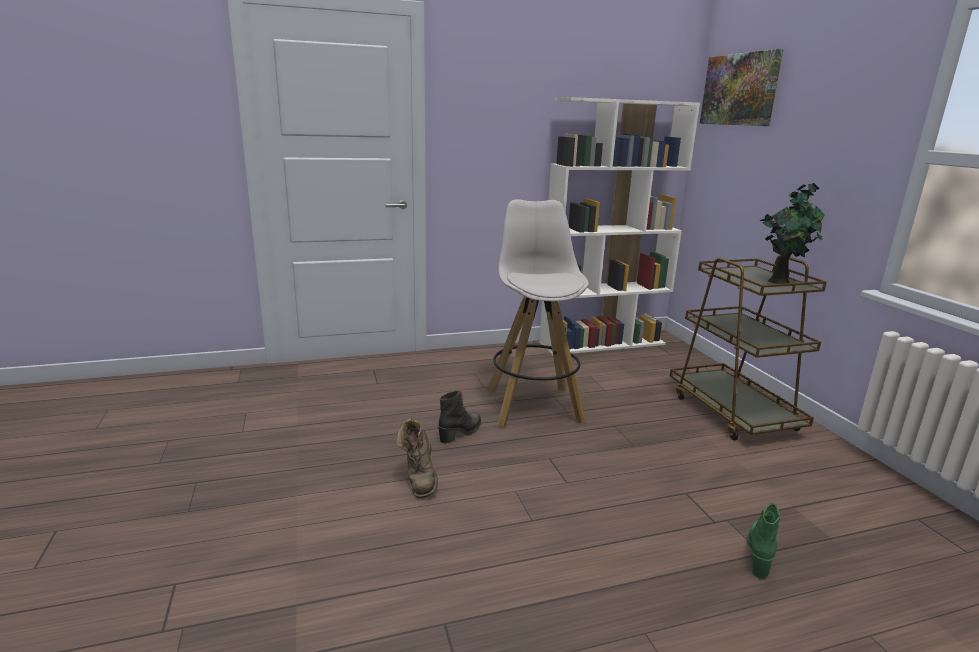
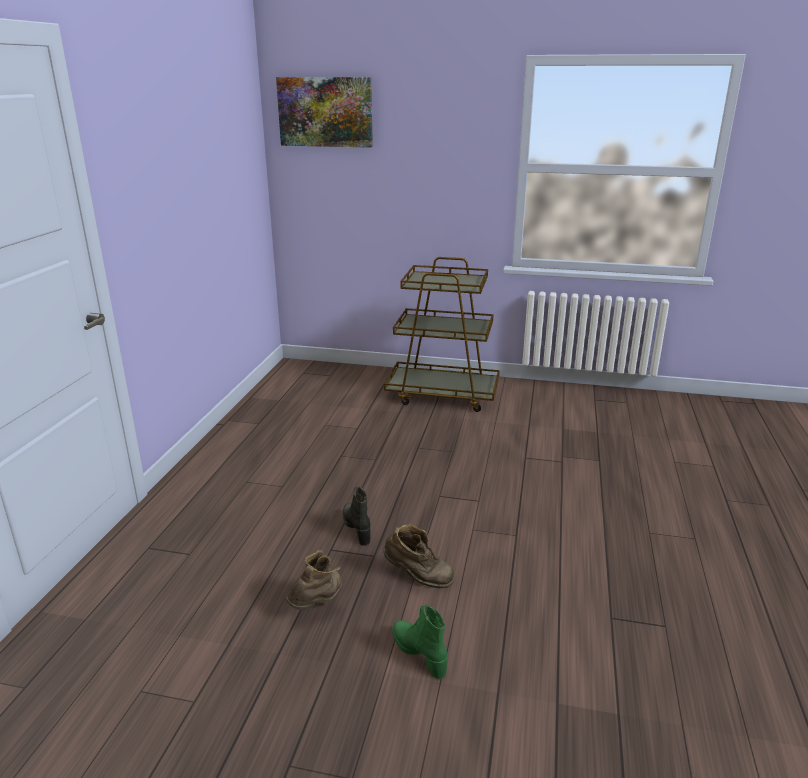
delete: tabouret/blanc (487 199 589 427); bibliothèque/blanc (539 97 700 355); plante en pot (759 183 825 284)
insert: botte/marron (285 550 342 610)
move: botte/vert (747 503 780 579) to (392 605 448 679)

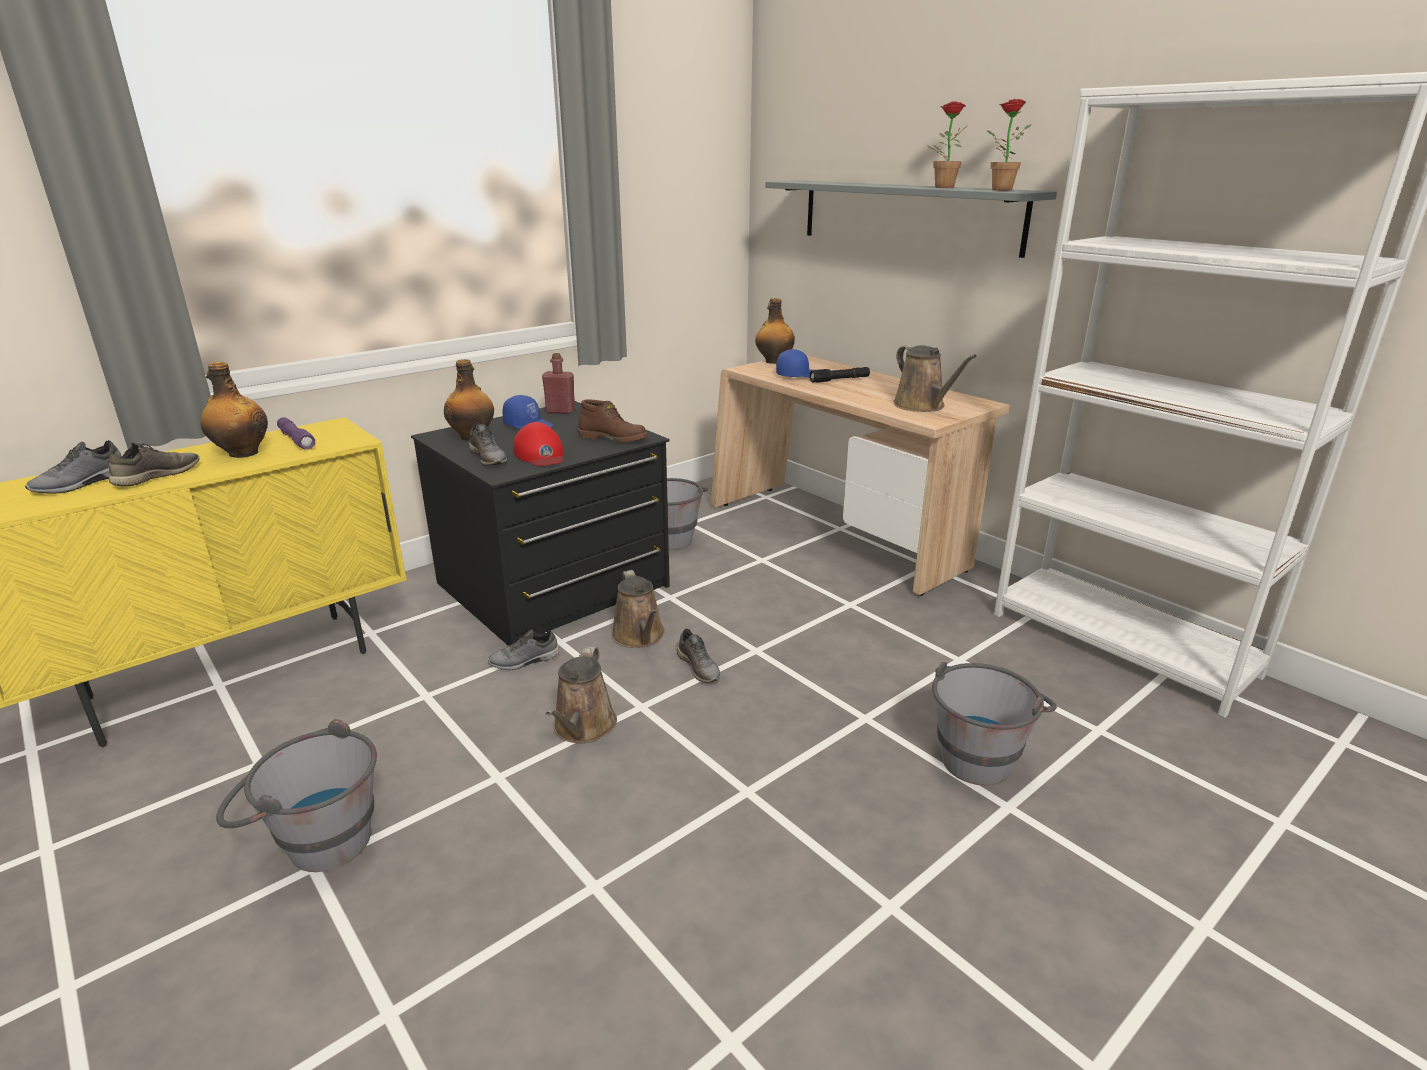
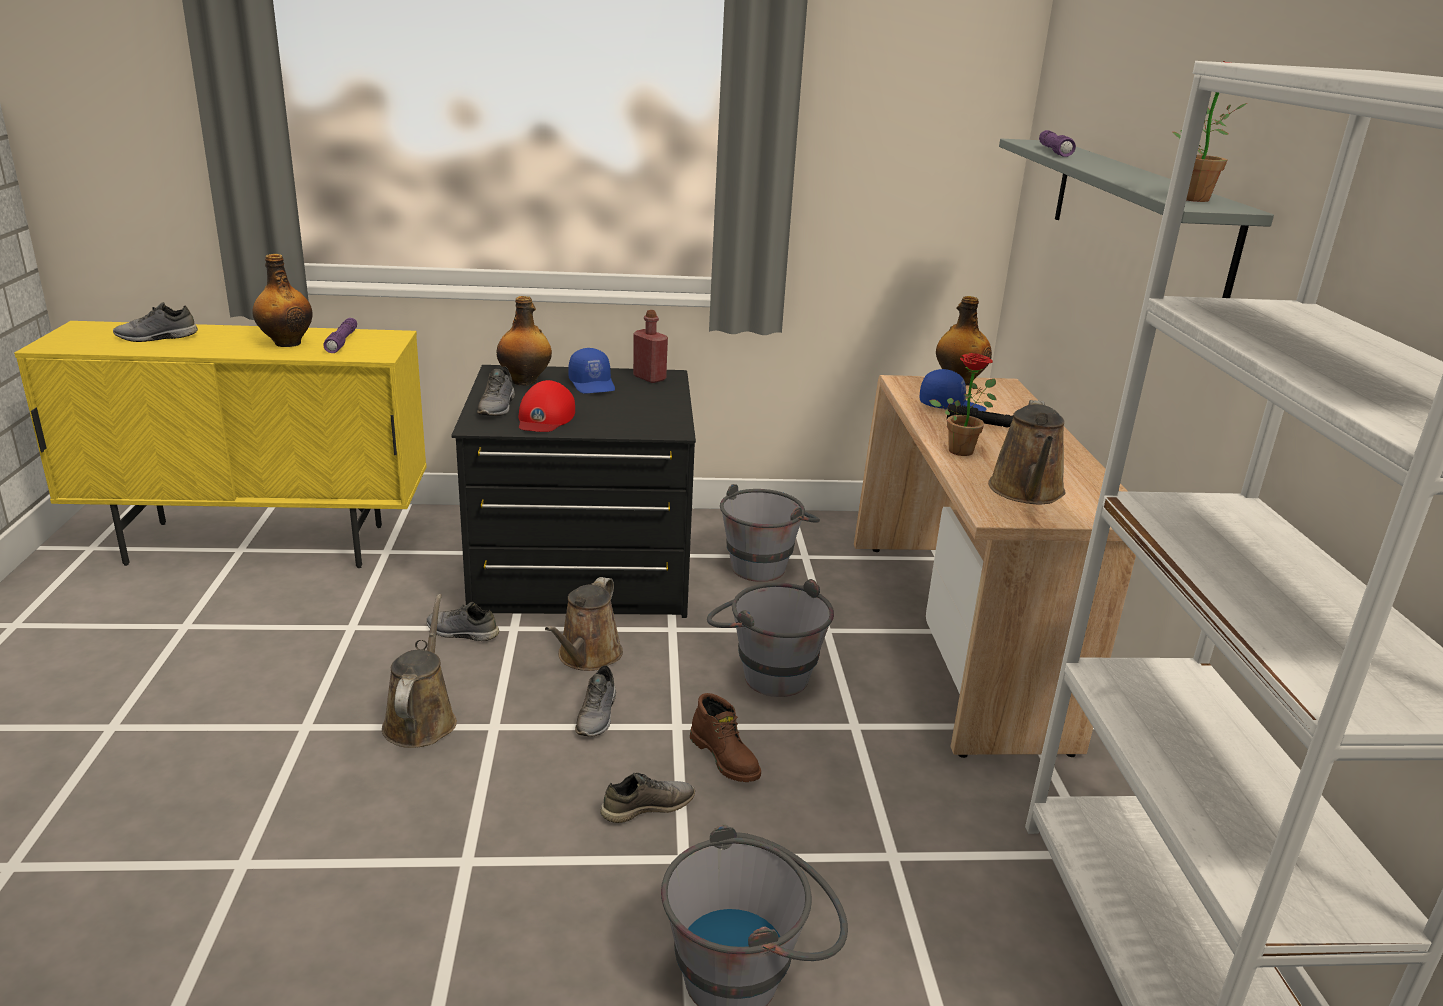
insert: lampe de poche/violet (1039 130 1076 157)
move: chaussure/gris (108 442 200 486) to (600 773 695 823); seau/gris (216 719 377 872) to (707 579 834 697); botte/marron (578 400 648 442) to (690 693 761 782); plante en pot (927 101 967 188) to (929 353 996 456)
rotate: arrosoir/marron (546 647 617 743) = (382 594 457 748) 135 degrees clockwise

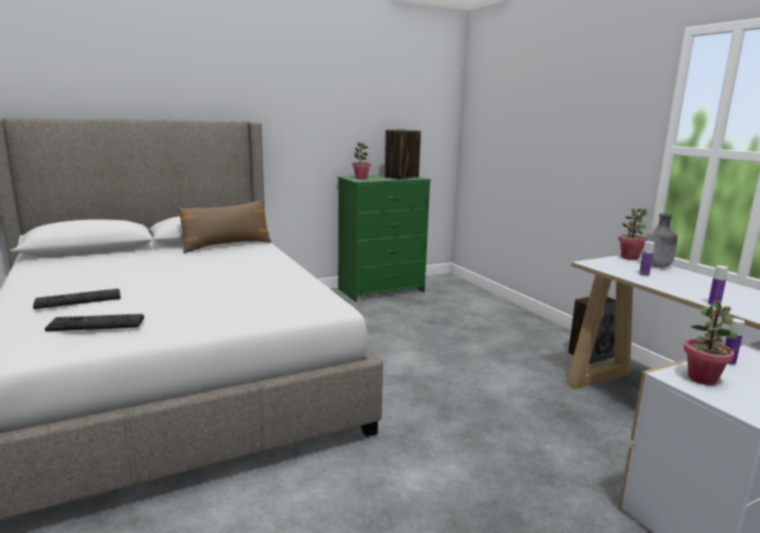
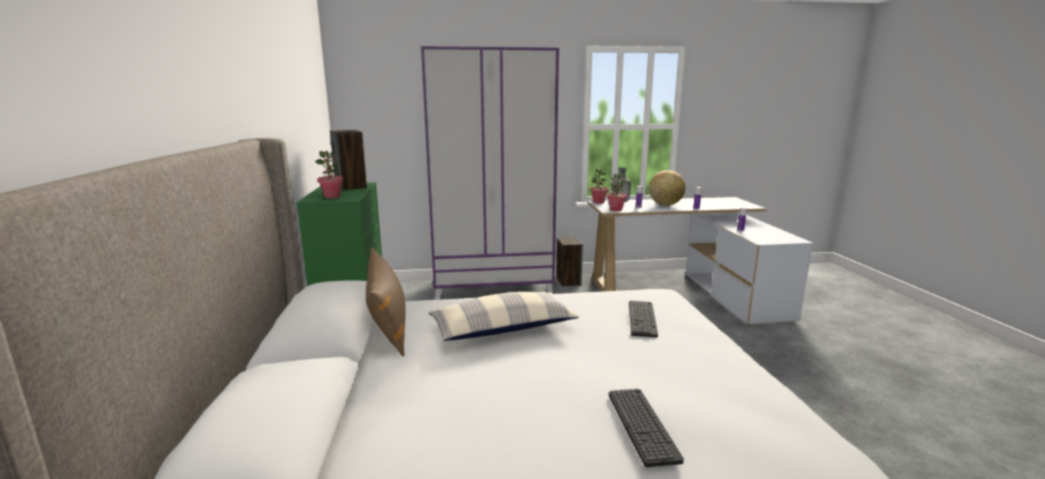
insert: armoire/violet (421 46 559 300); coussin (428 292 579 341); globe (649 170 685 206)
move: clavier (45 314 144 331) to (629 301 658 338); plante en pot (684 303 738 385) to (607 174 627 211)

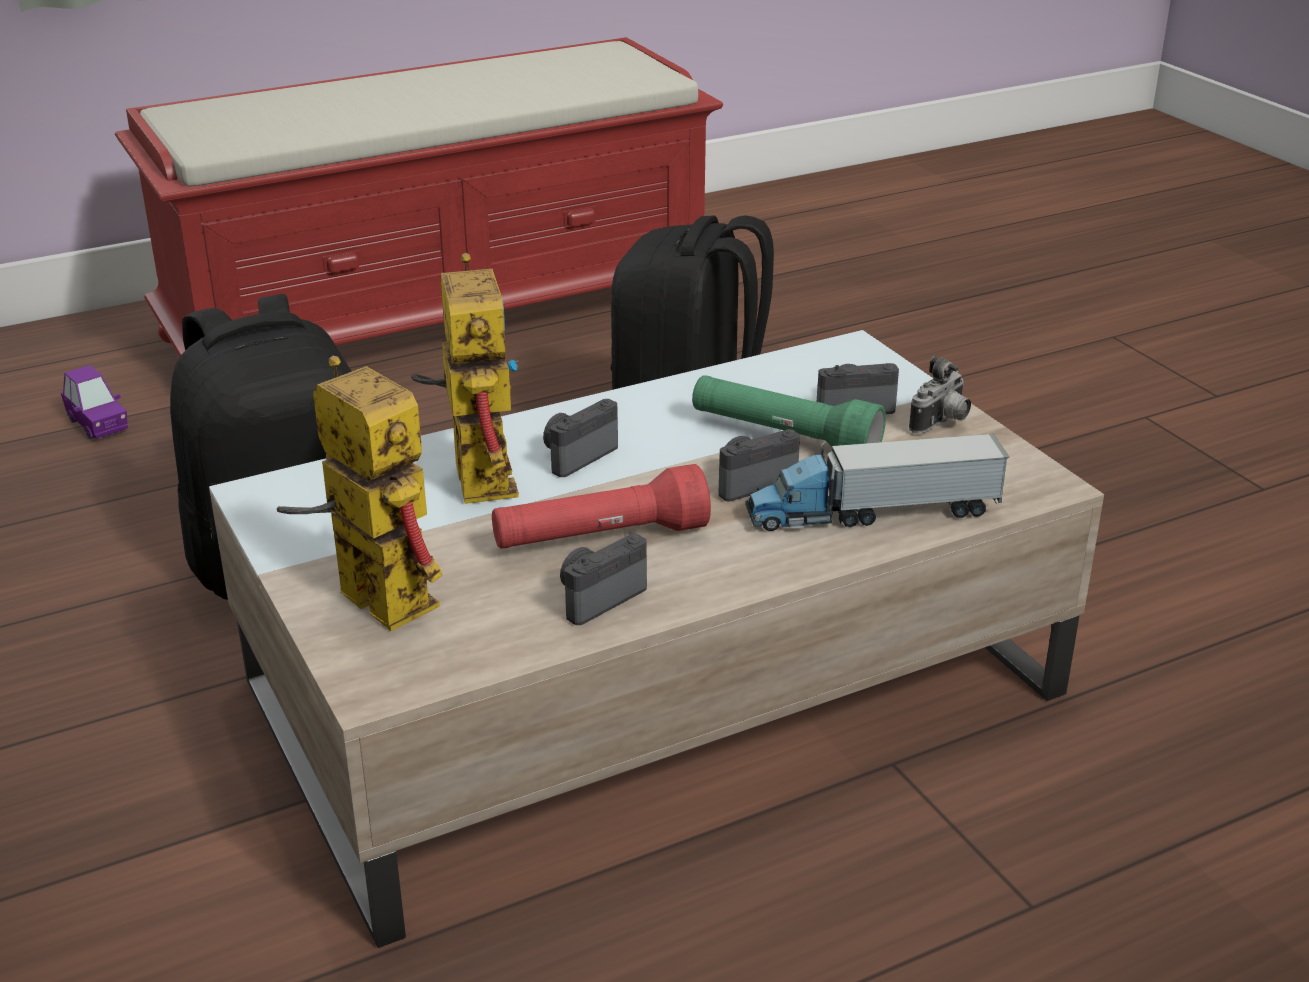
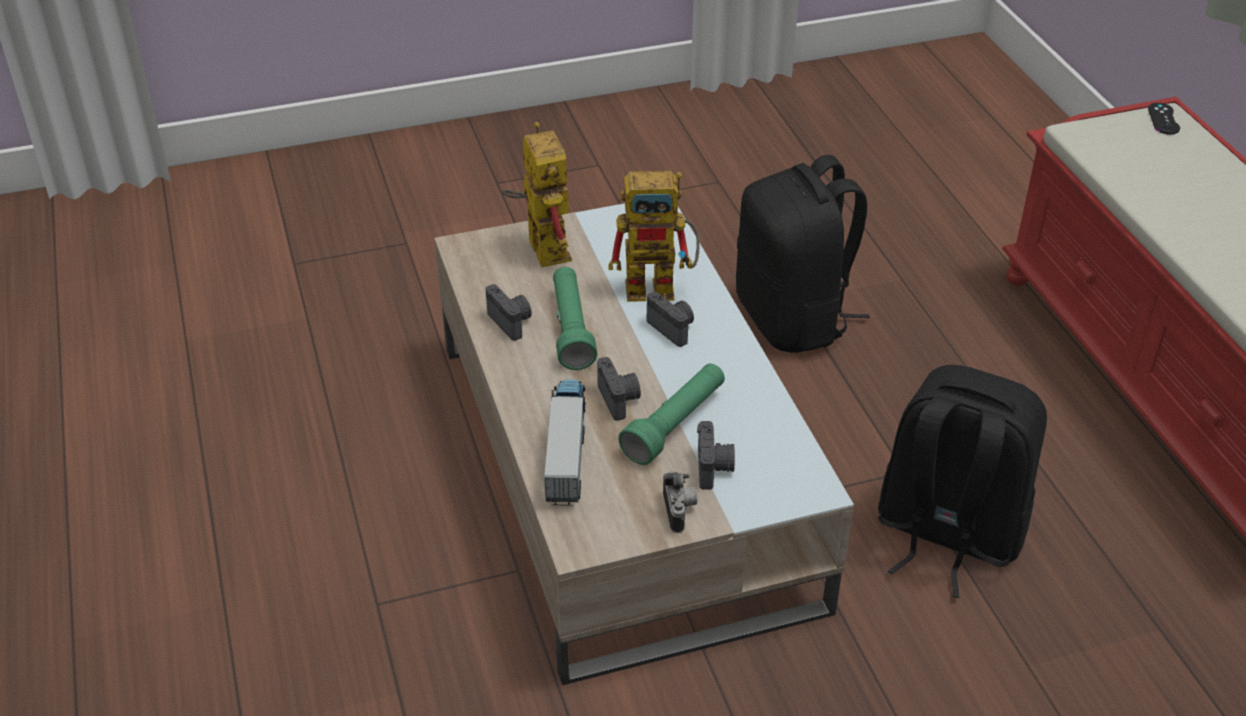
delete: petite voiture/violet (61 365 128 439)
insert: manette/noir (1148 103 1180 135)
recolor: lampe de poche/rouge (492 464 711 549) to lampe de poche/vert (553 267 597 370)
rotate: robot jouet (277 356 442 631) = (502 122 572 267) 75 degrees counterclockwise; appareil photo (909 356 971 433) = (663 471 697 533) 150 degrees counterclockwise

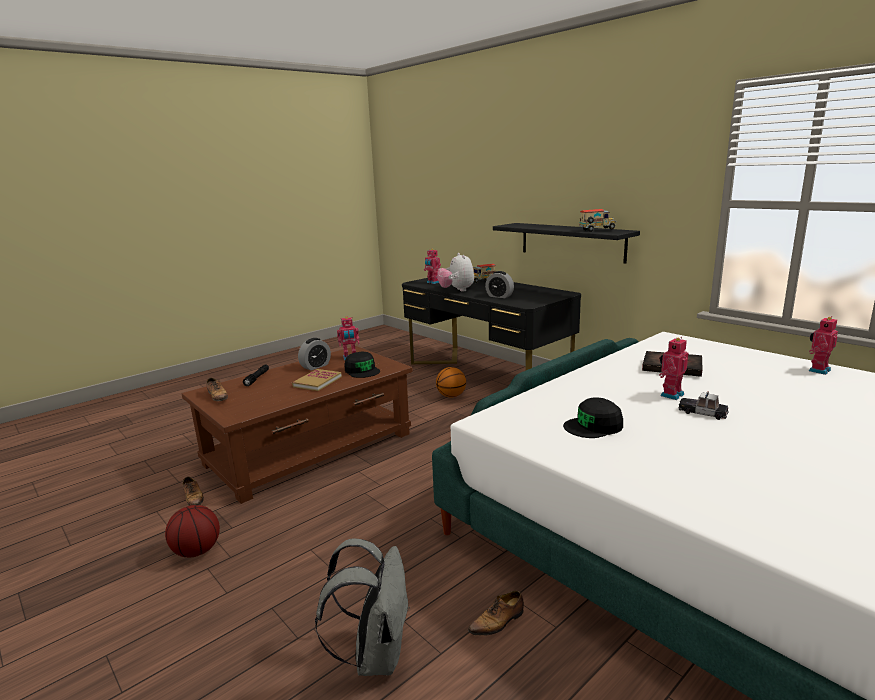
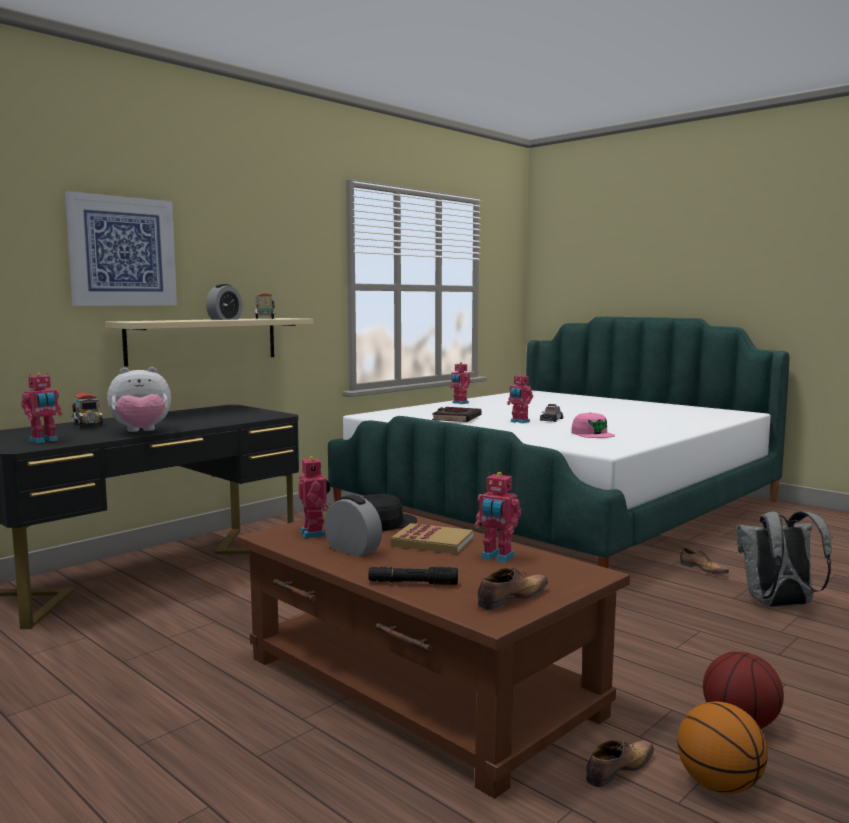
insert: tableau (65 191 177 306); robot jouet (475 472 521 563)
move: ballon de basket (436 367 466 397) to (677 702 768 794); réveil (485 271 514 298) to (206 284 243 320)
recolor: étagère/noir (493 223 640 264) to étagère/beige (105 318 313 367); casquette/noir (563 397 623 438) to casquette/rose (571 412 615 438)

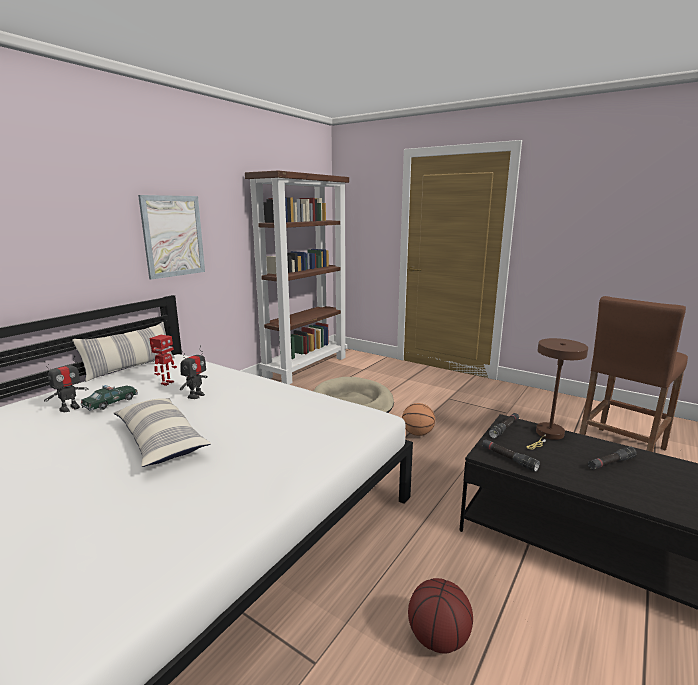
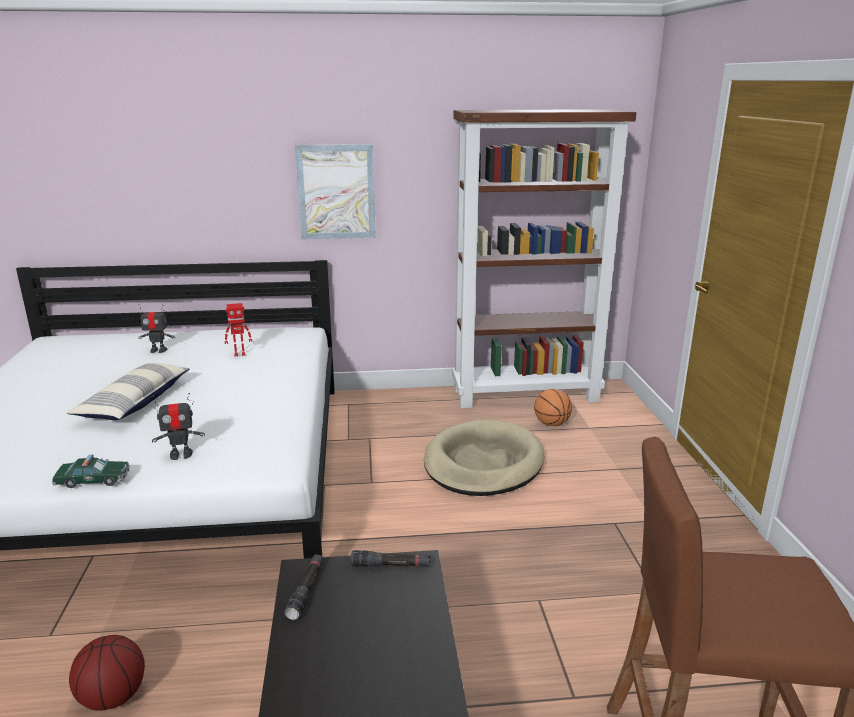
delete: coussin (72 322 175 382); lampe de table/marron (527 338 588 450); lampe de poche/noir (588 446 637 470)
move: petite voiture (81 385 138 411) to (52 455 130 488); robot jouet (180 345 208 399) to (152 393 205 460); ballon de basket (402 403 435 436) to (534 389 572 426)

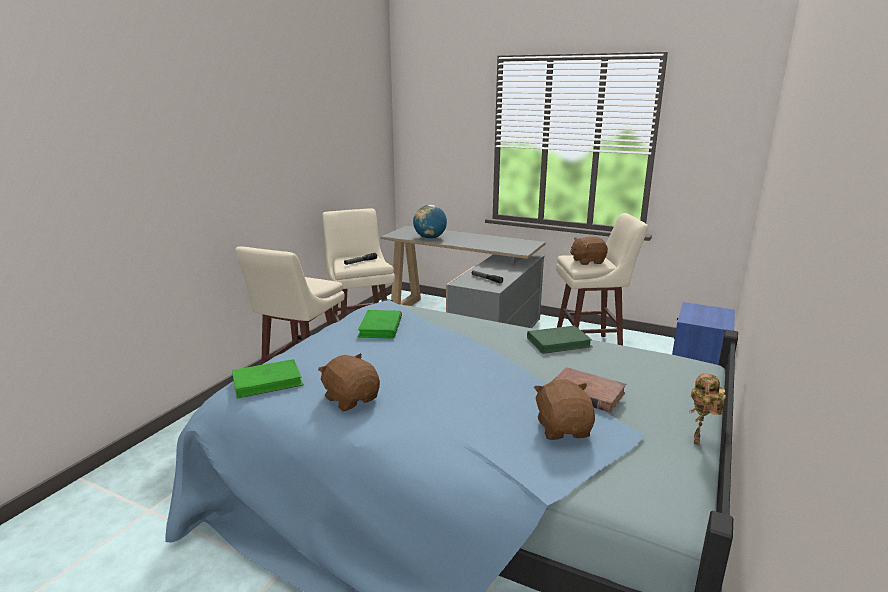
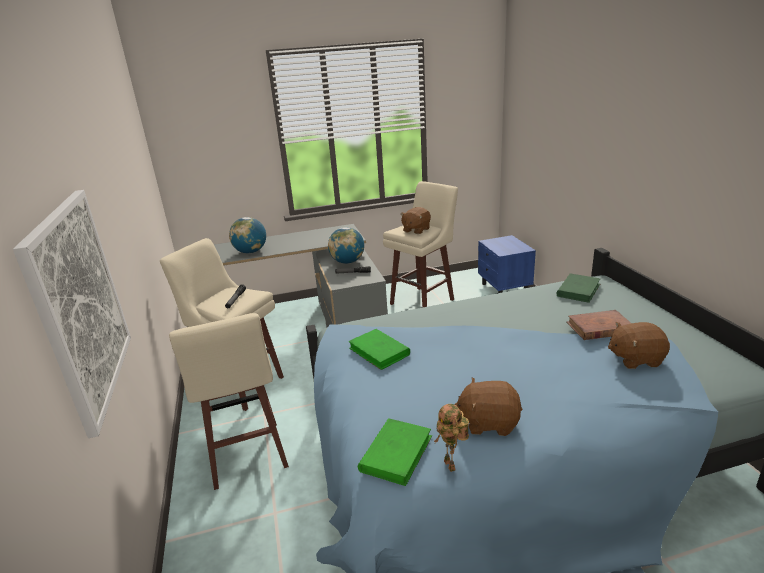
insert: tableau (13 190 131 438); globe (328 227 364 264)
move: livre/vert (527 326 593 354) to (557 274 600 303); robot jouet (689 373 726 445) to (434 404 469 472)
rotate: peluche/marron (534 380 595 440) = (608 322 670 369) 45 degrees counterclockwise

